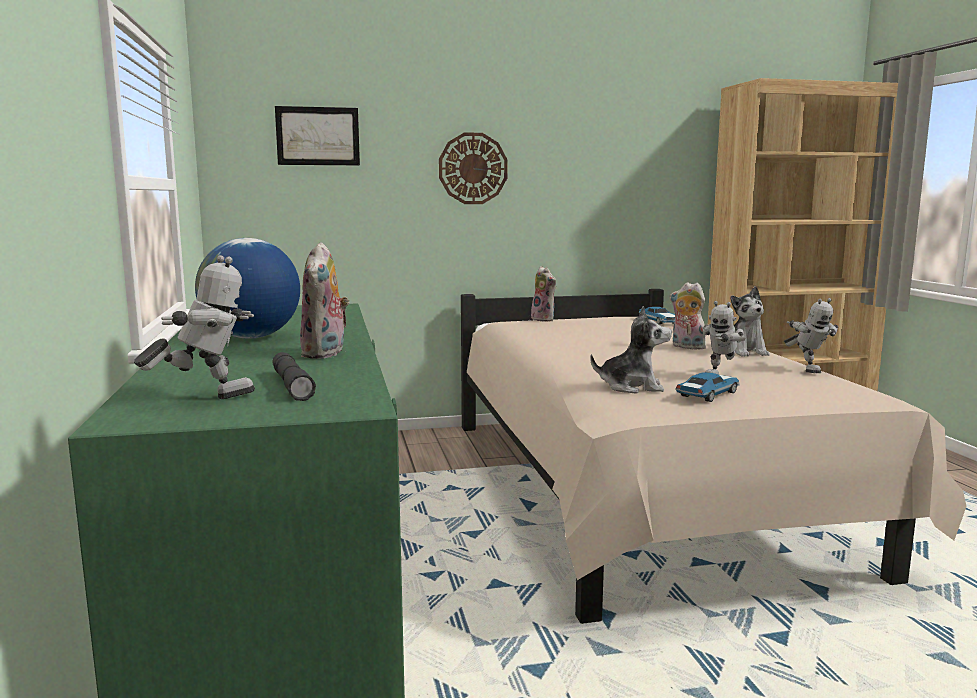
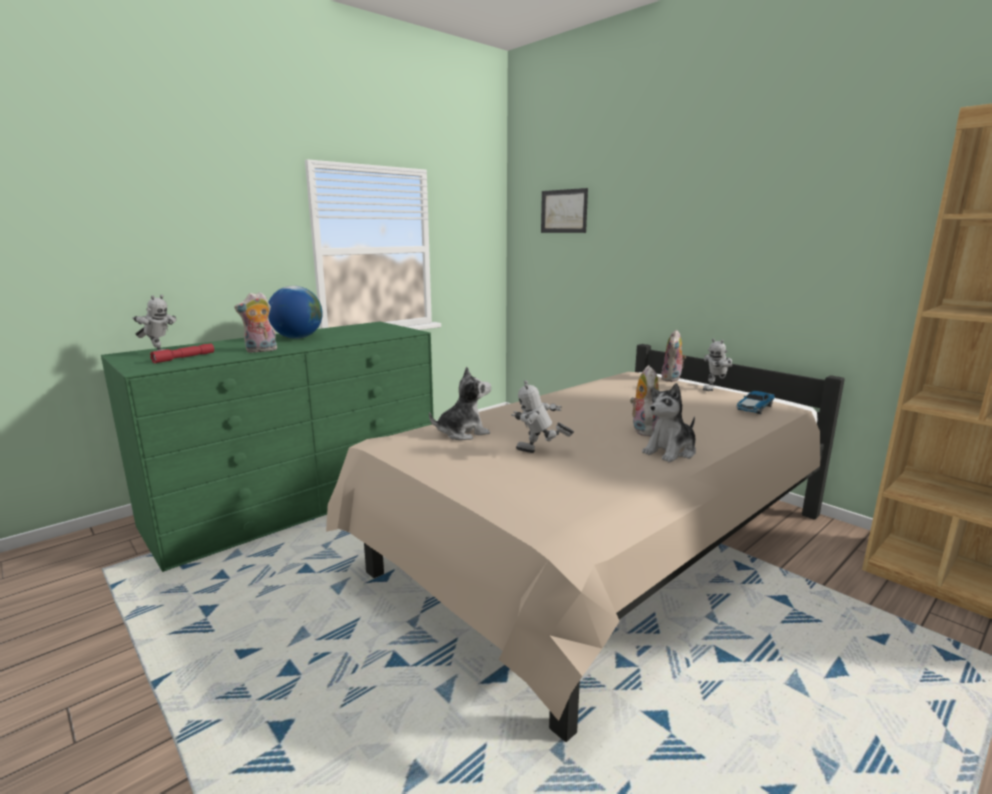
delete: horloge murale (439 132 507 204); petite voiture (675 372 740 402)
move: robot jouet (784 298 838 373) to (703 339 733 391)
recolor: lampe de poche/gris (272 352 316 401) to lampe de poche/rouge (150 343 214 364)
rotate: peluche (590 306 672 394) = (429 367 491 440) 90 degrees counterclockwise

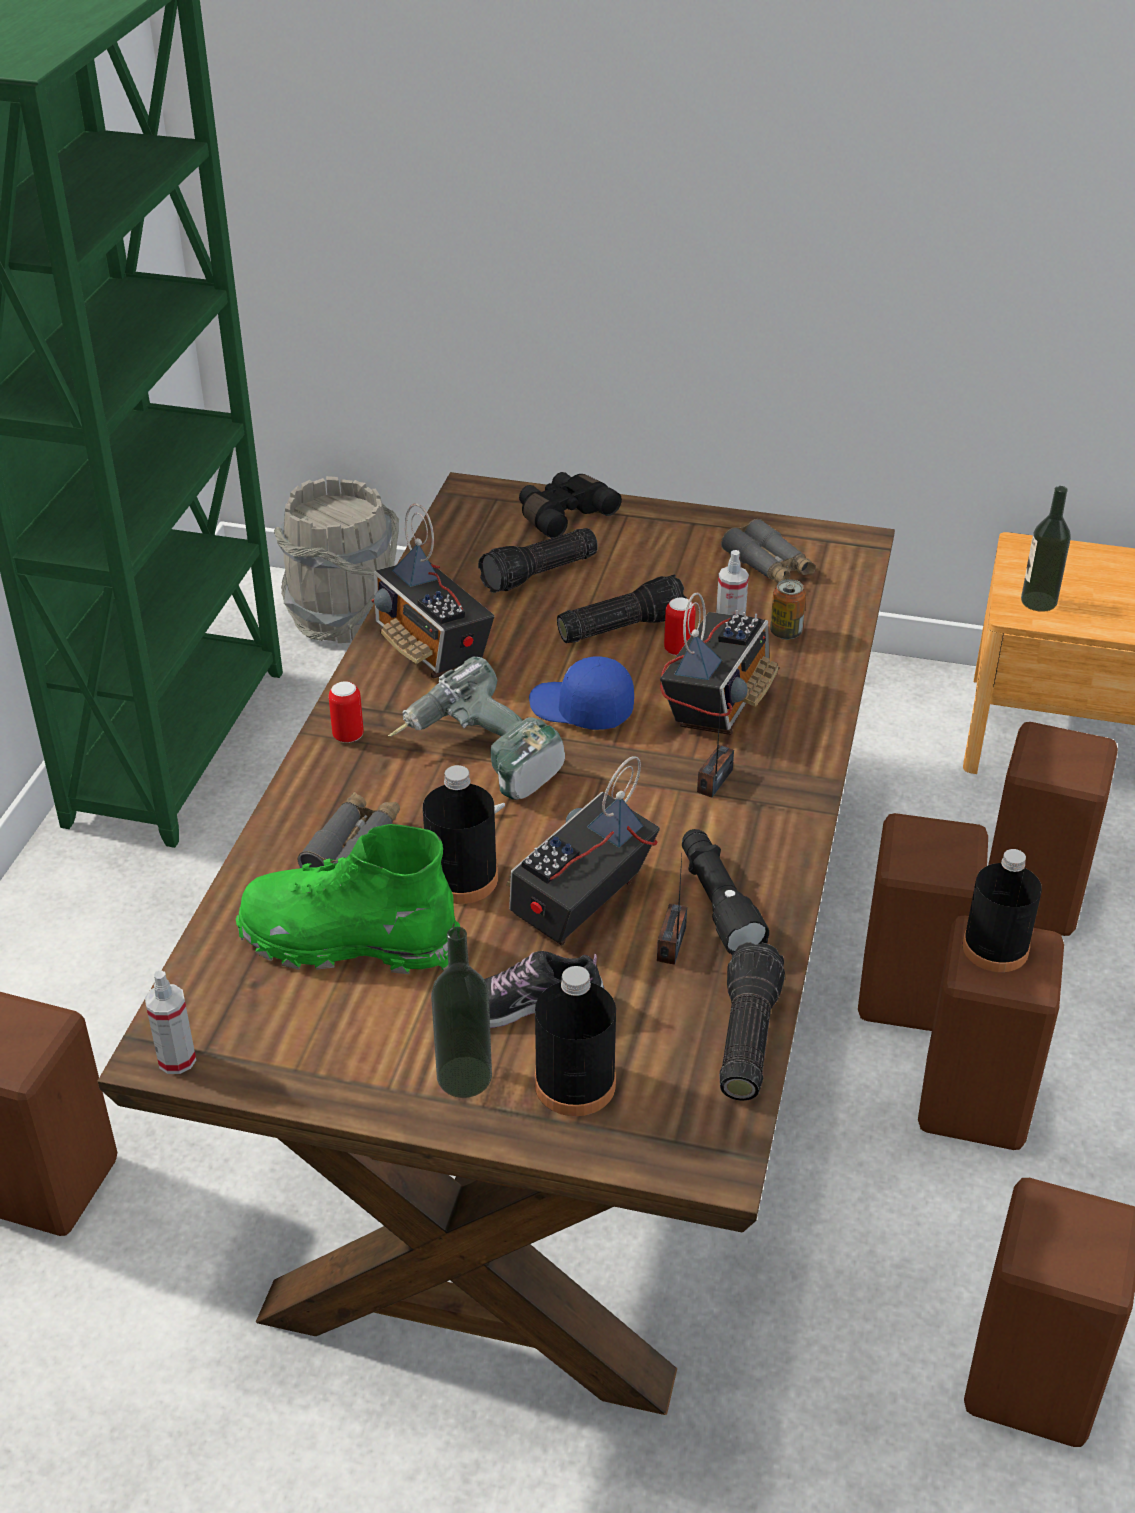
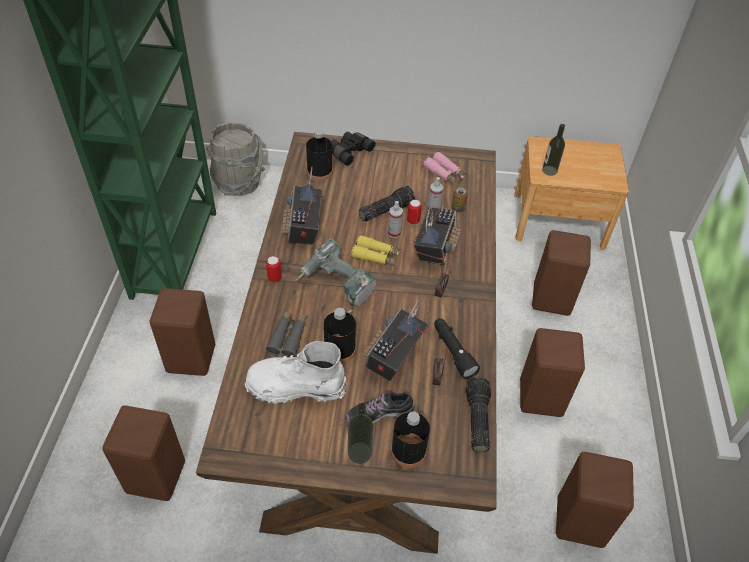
delete: lampe de poche (478 528 598 593)
move: vaporisateur (145 971 196 1074) to (388 201 403 238); tabouret/marron (858 813 988 1031) to (150 288 215 376); bouteille/noir (962 849 1042 972) to (306 130 333 181)
replace: casquette/bleu (529 657 634 730) to jumelles/jaune (351 235 401 266)
recolor: botte/vert (236 824 460 974) to botte/blanc (245 341 346 405); jumelles/gris (721 519 816 583) to jumelles/rose (423 152 467 184)
rotate: radio (371 503 495 679) = (282 167 323 245) 45 degrees clockwise

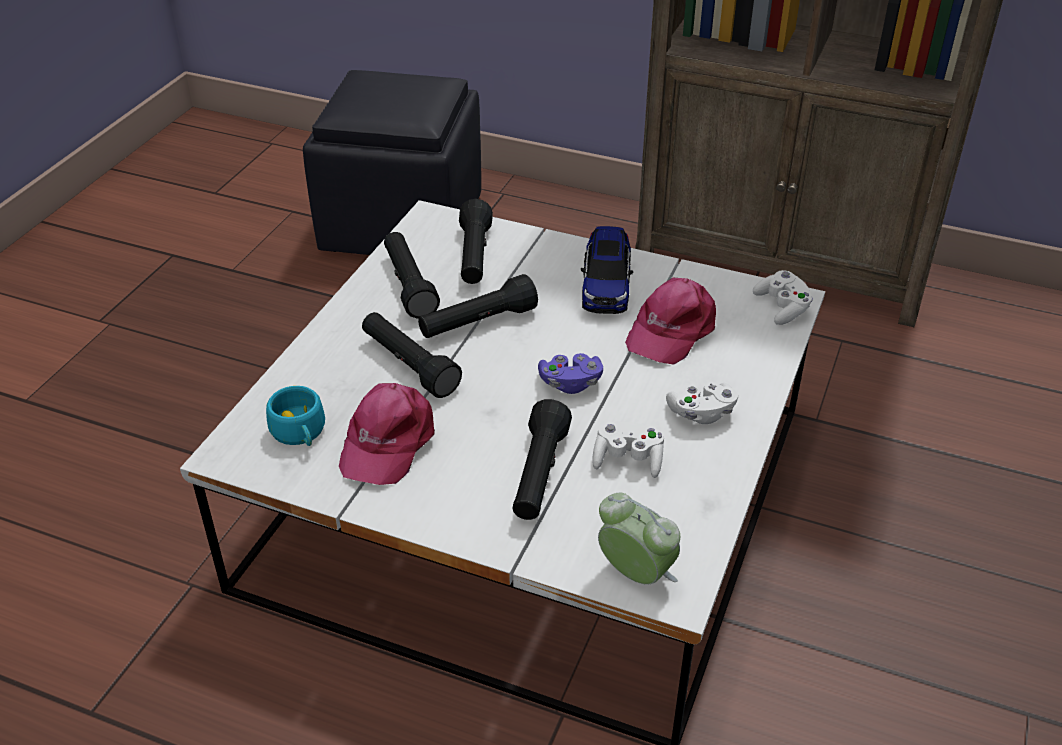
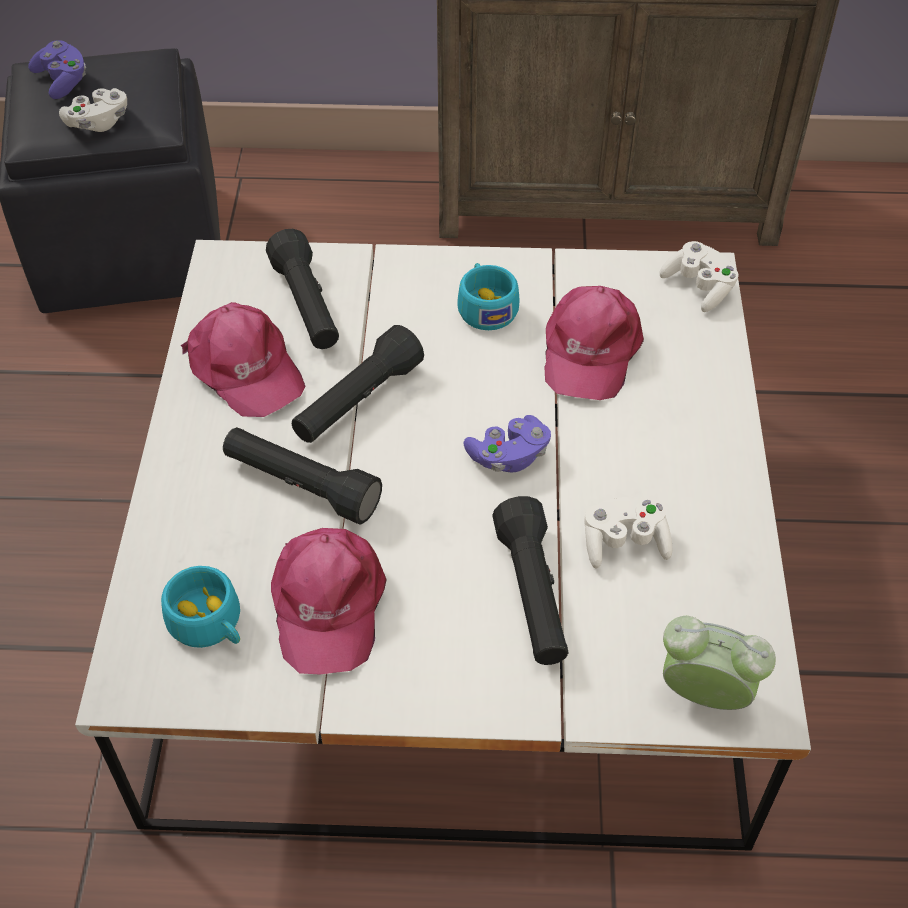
insert: manette/violet (28 40 86 99)
move: manette/blanc (666 382 738 424) to (59 88 127 132)
replace: lampe de poche/noir (384 232 440 318) to casquette/rose (181 302 305 417); petite voiture (581 226 633 314) to tasse/turquoise (457 263 519 330)

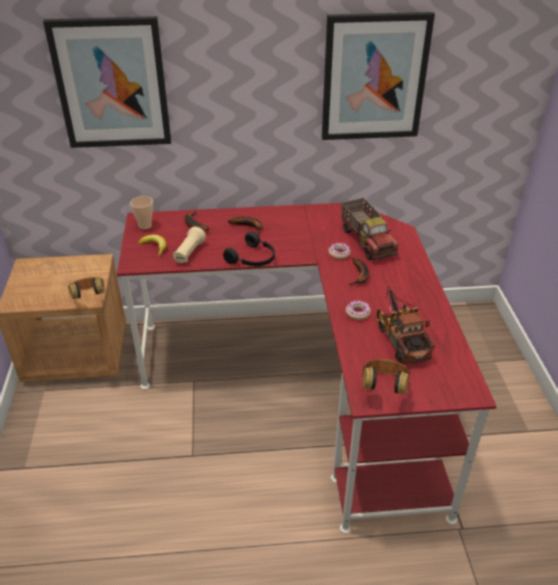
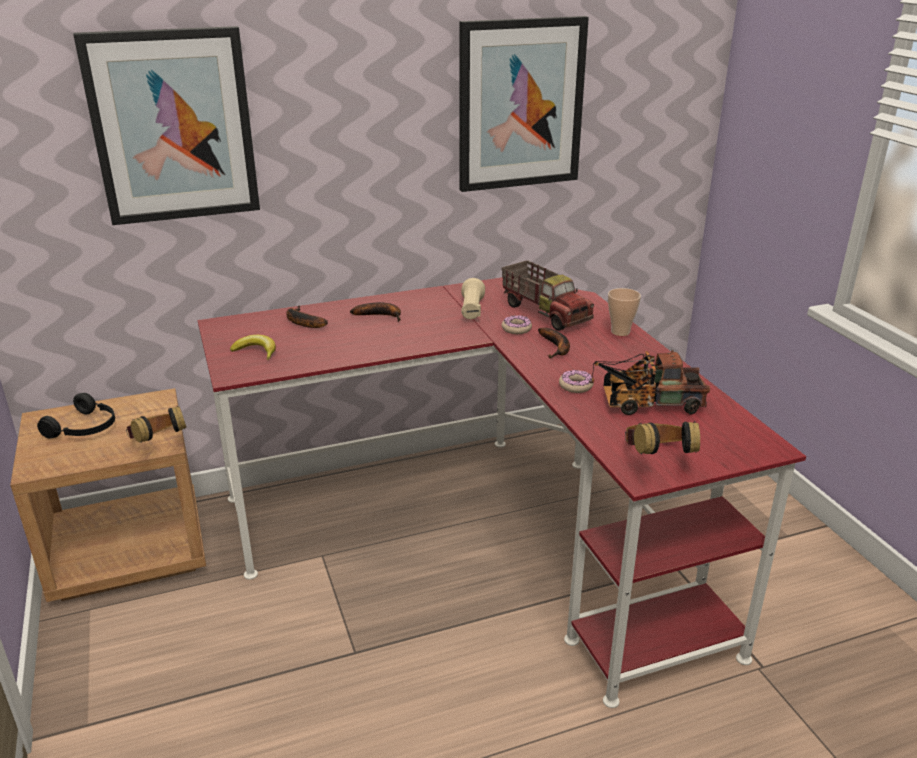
move: tasse (130 196 153 230) to (608 288 641 336); lampe de poche/beige (173 227 206 263) to (461 278 485 320); casque audio/noir (223 232 275 266) to (37 393 115 439)
rotate: camion jouet (376 287 435 364) = (589 350 710 415) 60 degrees counterclockwise

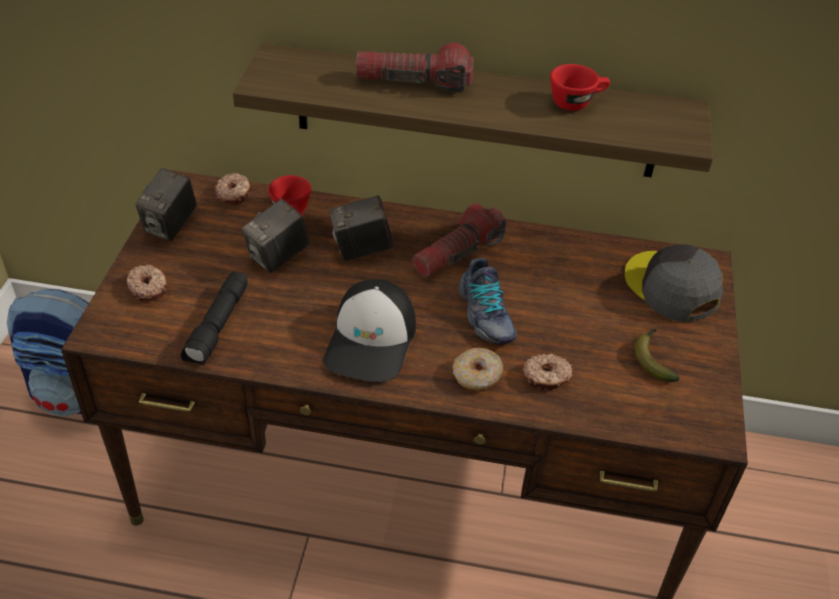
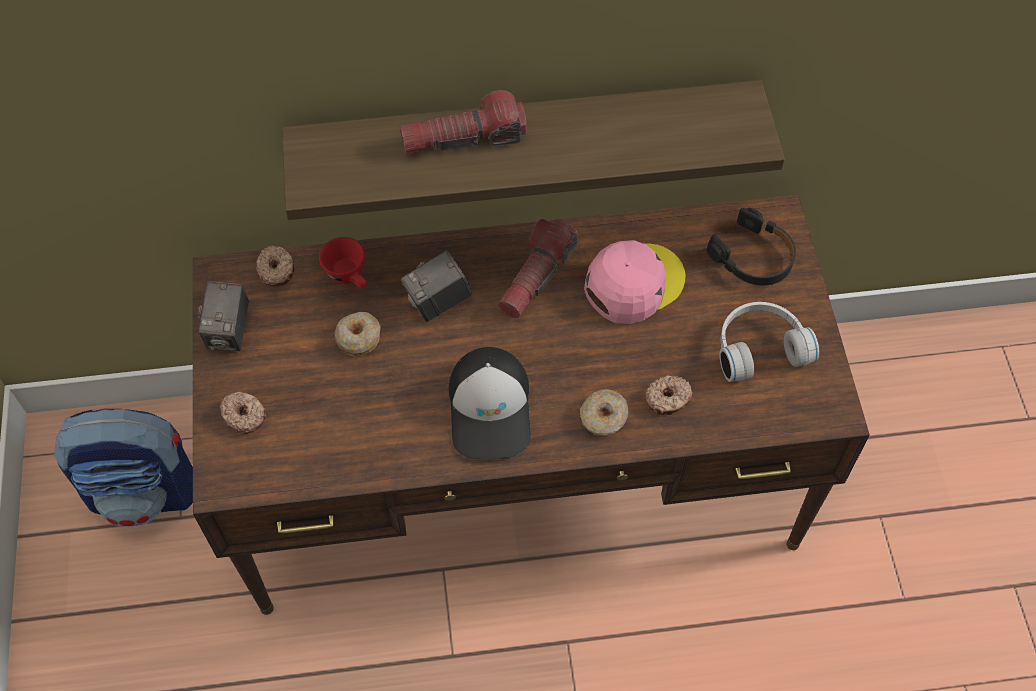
delete: lampe de poche/noir (181 271 248 366); chaussure (458 257 517 344); tasse/rouge (550 64 610 111)
insert: casquette/rose (584 240 685 324)
replace: appareil photo (242 199 310 273) to beignet (335 312 381 357); casquette/gris (625 244 723 322) to casque audio/noir (707 208 796 285); banane (635 329 680 382) to casque audio/blanc (719 302 819 382)

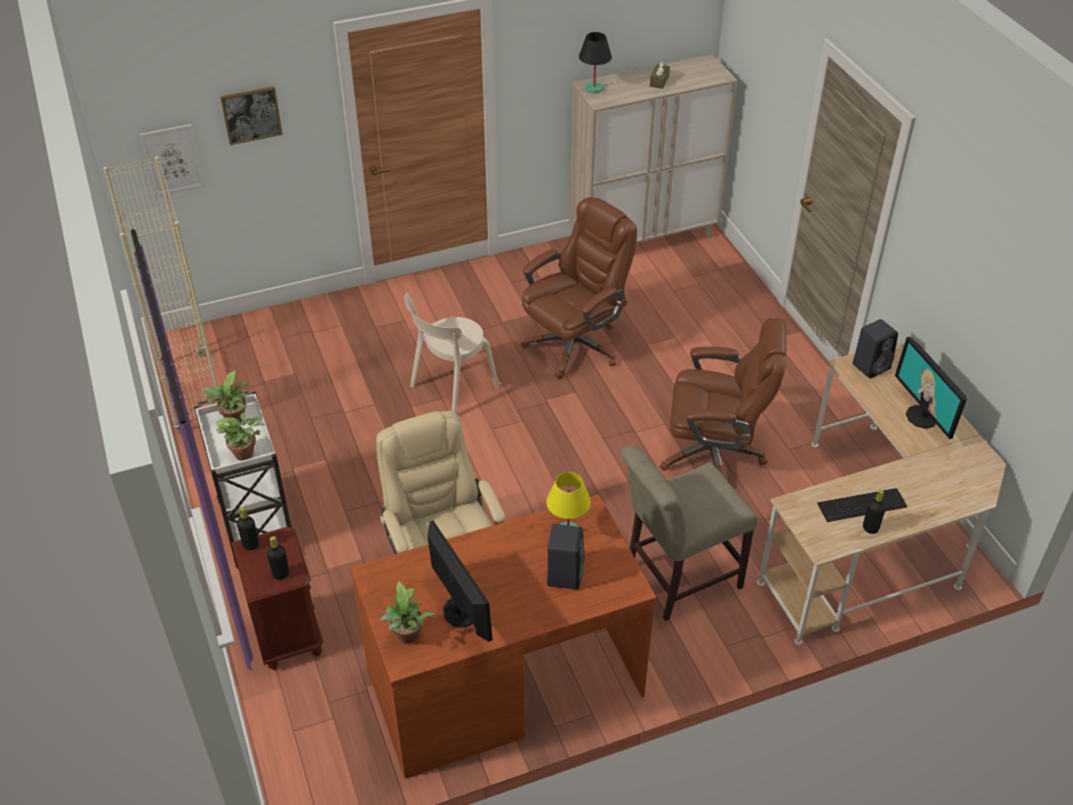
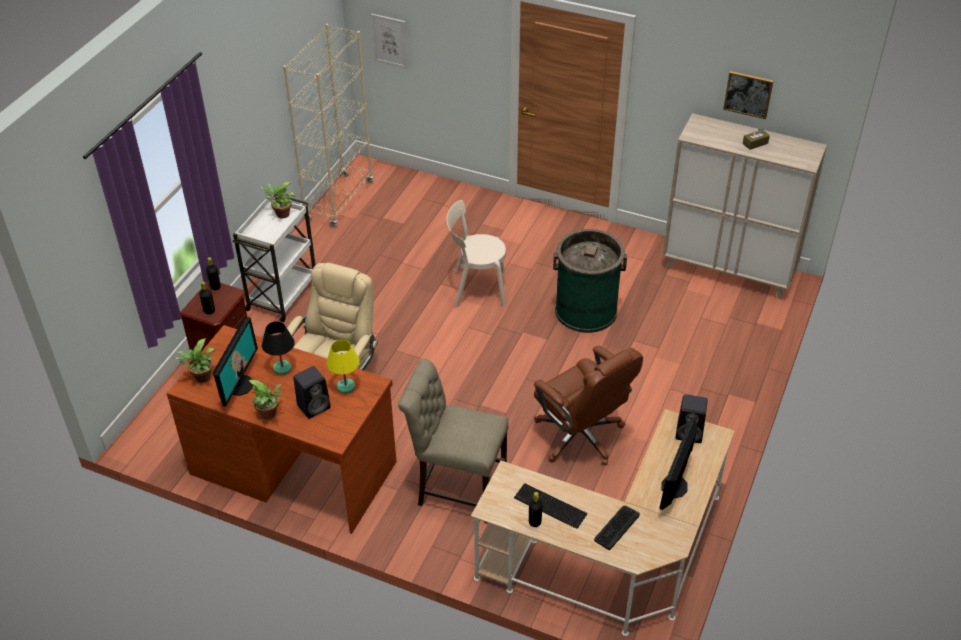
insert: clavier (594 506 640 550)
move: plante en pot (215 413 265 461) to (248 380 282 420); tableau (220 86 283 145) to (723 71 773 119); lampe de table/noir (579 32 612 94) to (262 322 295 375)
replace: chaise de bureau/marron (521 197 637 379) to poubelle/vert (553 229 627 333)

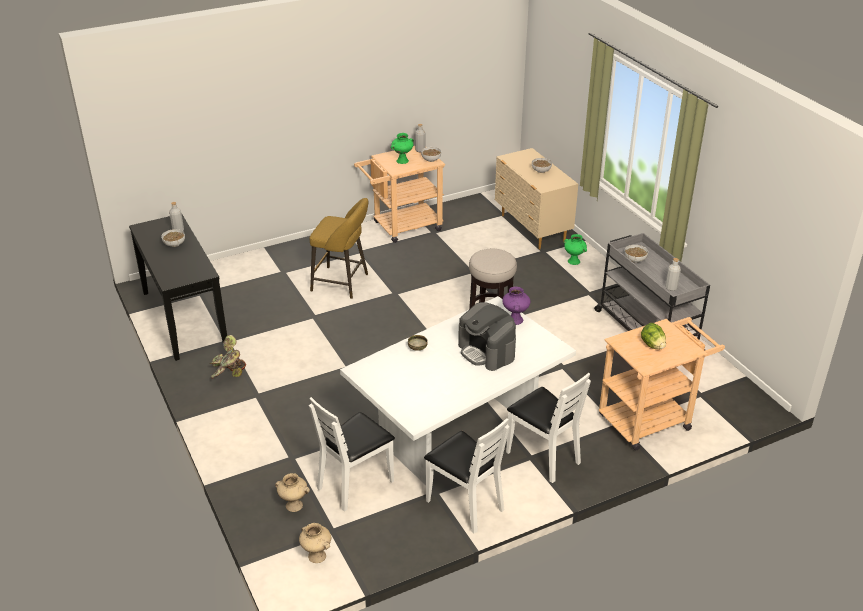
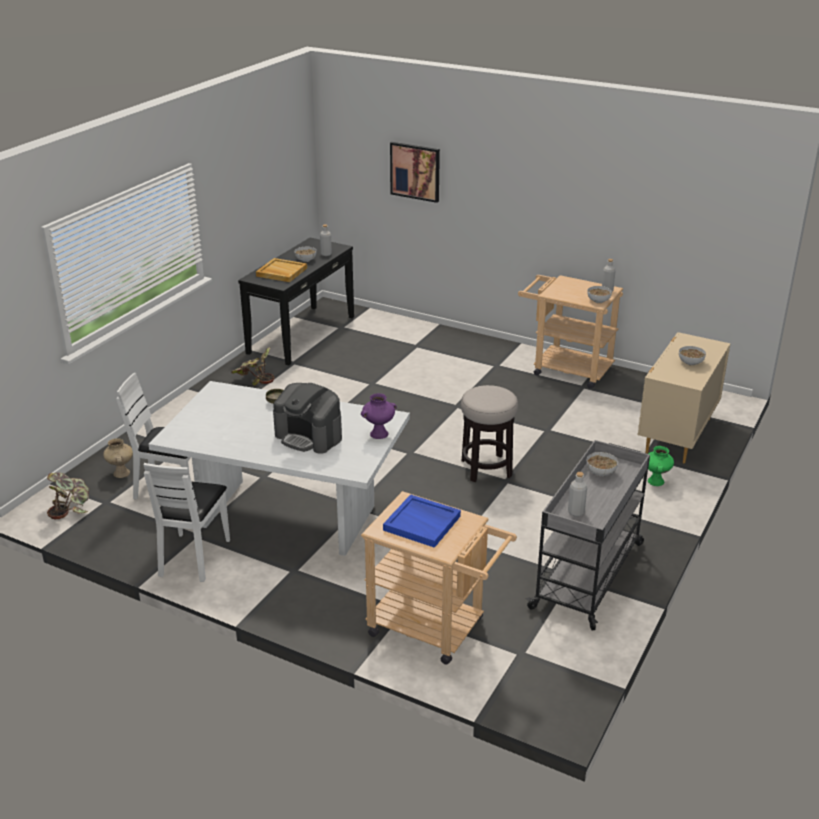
delete: tabouret/jaune (310 198 368 299); vase/vert (391 133 414 164); chaise/blanc (506 373 591 483)
insert: plateau/beige (256 258 307 282); tableau (390 142 440 203)
replace: vase/beige (299 523 331 563) to plante en pot (47 472 89 519); laitue (641 323 666 349) to plateau/bleu (383 494 461 548)
rotate: machine à café (458 302 516 371) = (273 383 342 454) 75 degrees counterclockwise

